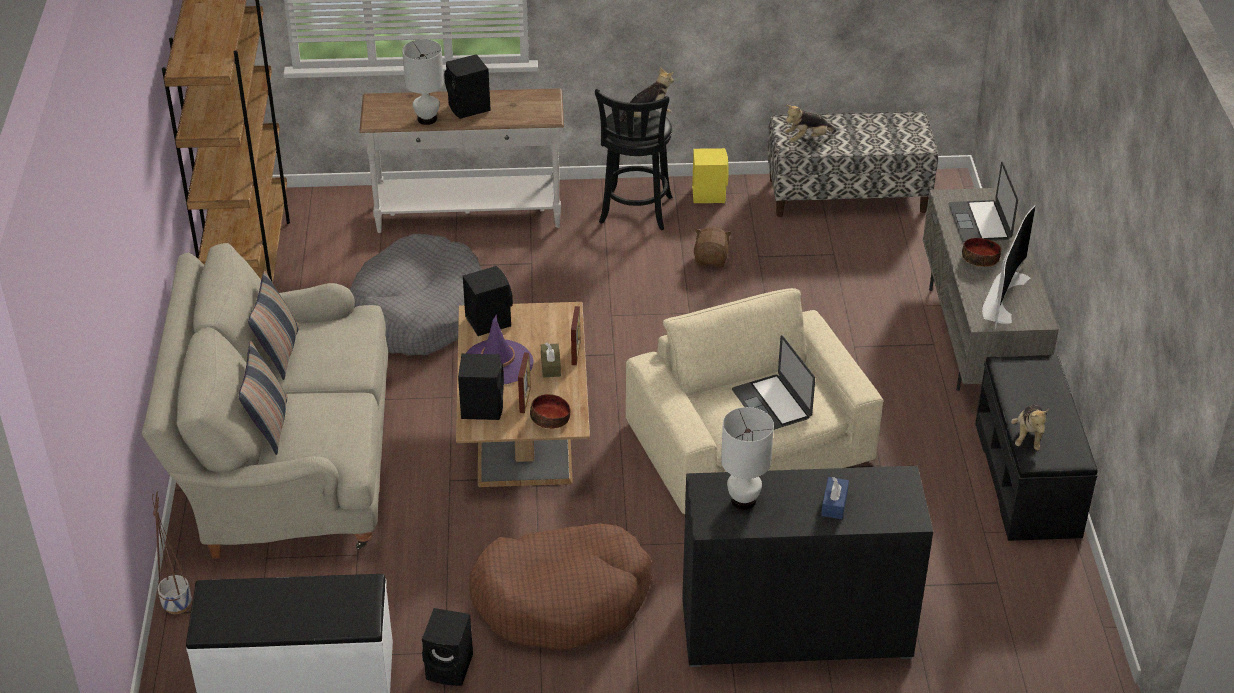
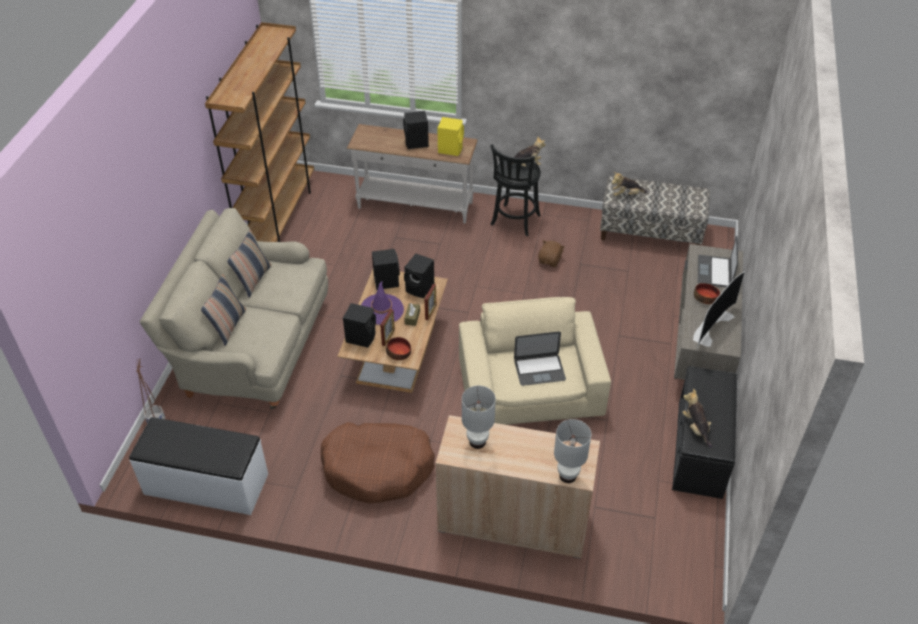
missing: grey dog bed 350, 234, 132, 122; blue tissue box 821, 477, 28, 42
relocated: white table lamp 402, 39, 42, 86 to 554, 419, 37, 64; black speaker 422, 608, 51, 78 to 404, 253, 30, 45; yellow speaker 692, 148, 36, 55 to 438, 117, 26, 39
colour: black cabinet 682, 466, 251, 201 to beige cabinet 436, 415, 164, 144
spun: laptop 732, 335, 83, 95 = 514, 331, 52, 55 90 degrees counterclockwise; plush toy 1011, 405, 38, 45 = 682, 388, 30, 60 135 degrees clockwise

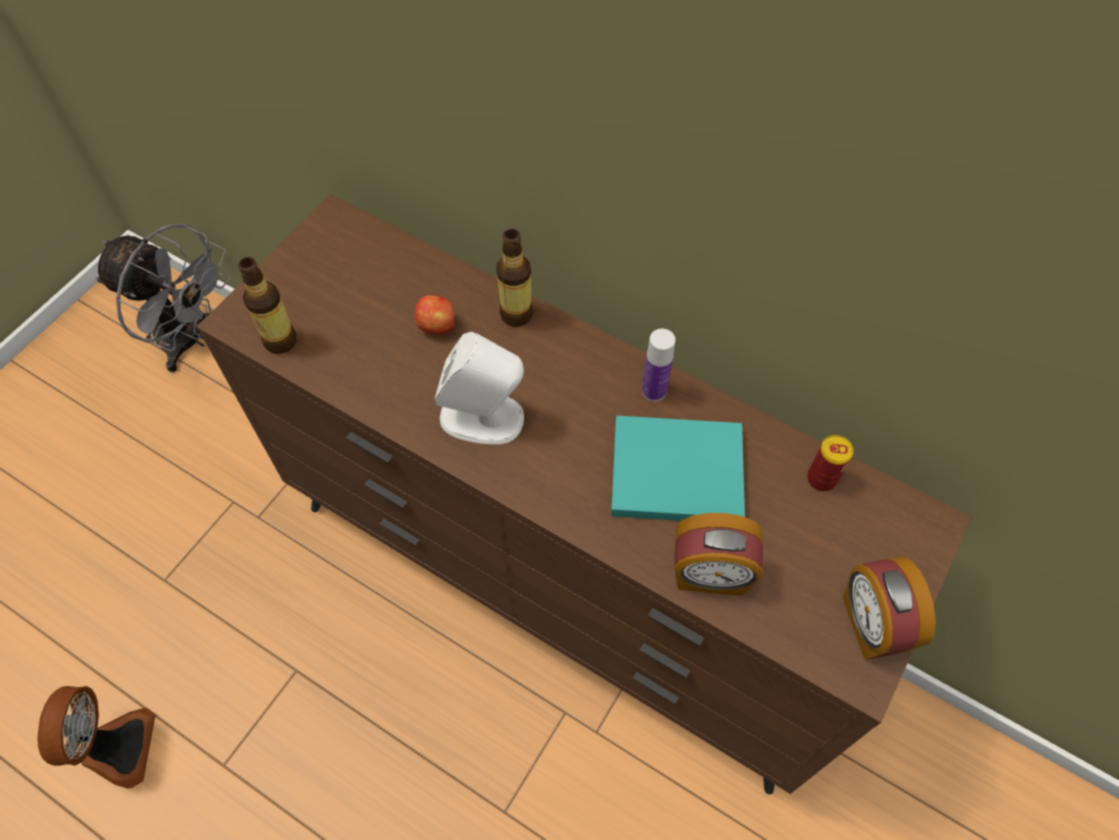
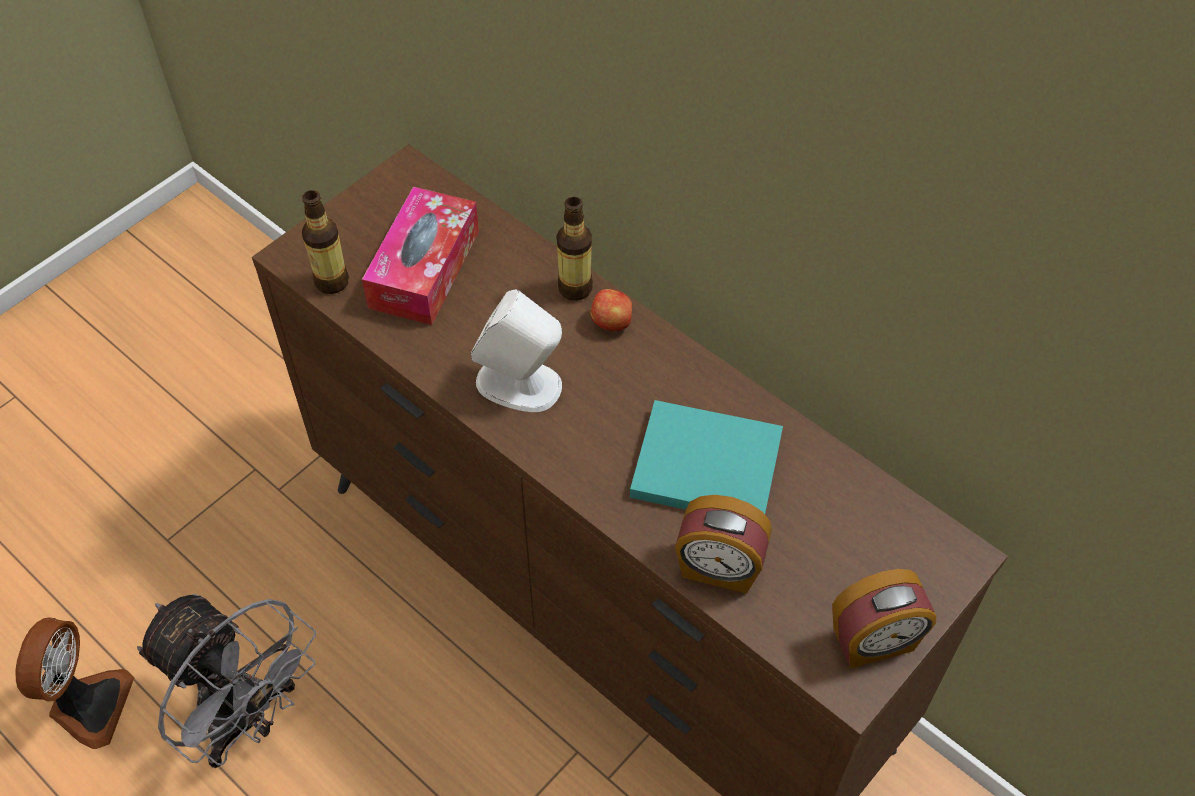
missing: bottle 642, 329, 33, 72; can 807, 435, 47, 56
appeared: tissue box 362, 187, 117, 138
relocated: grey fan 95, 224, 136, 148 to 137, 594, 179, 174; apple 415, 295, 39, 39 to 590, 289, 42, 42
spun: alarm clock 842, 556, 94, 104 = 832, 569, 104, 100 105 degrees counterclockwise

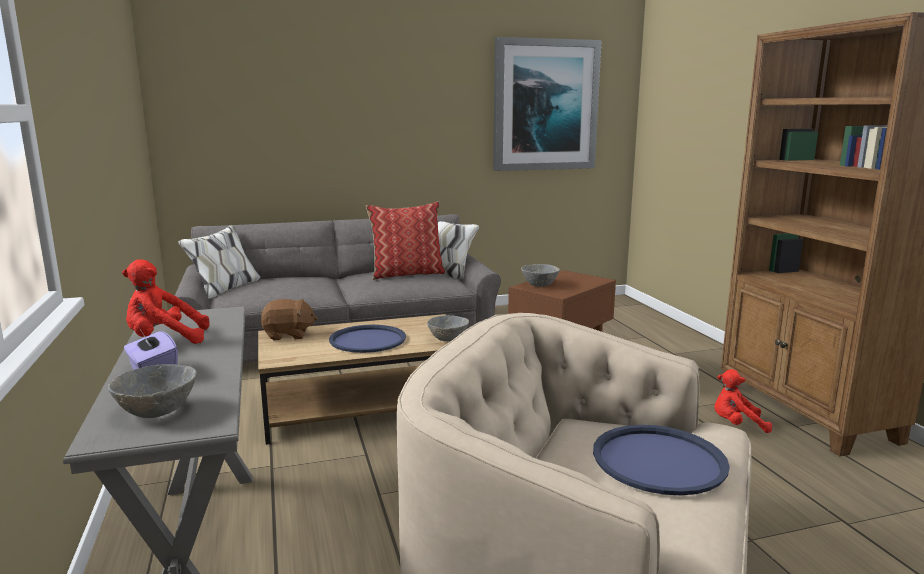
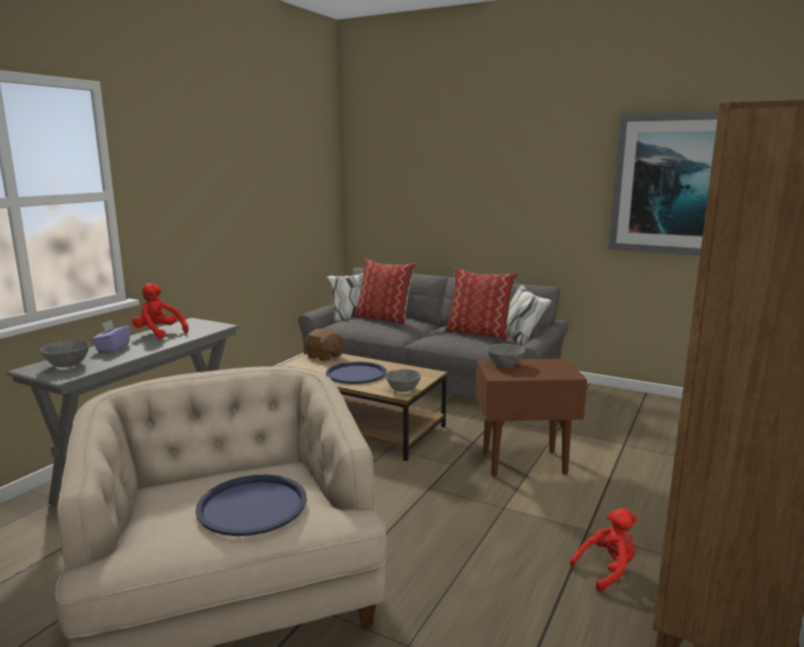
appeared: pillow 354, 258, 63, 67
spun: red plush toy 714, 369, 58, 64 = 570, 508, 68, 84 105 degrees clockwise

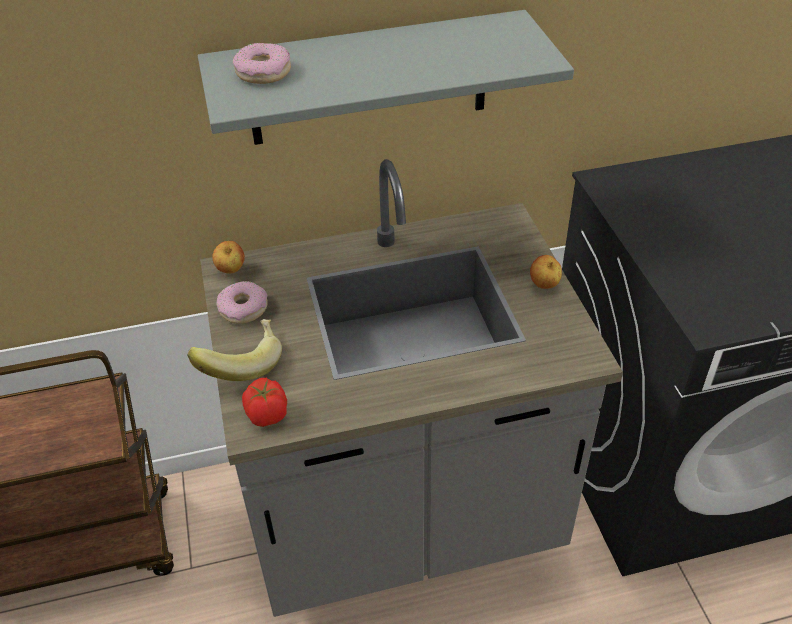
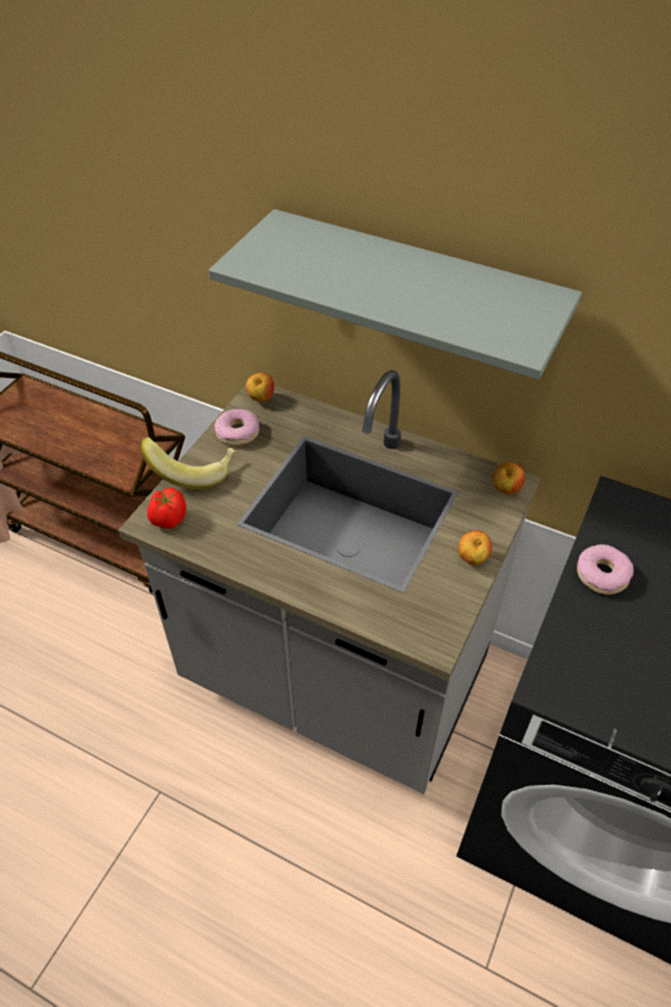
appeared: apple 493, 463, 32, 31
relocated: donut 233, 43, 58, 41 to 577, 544, 57, 51

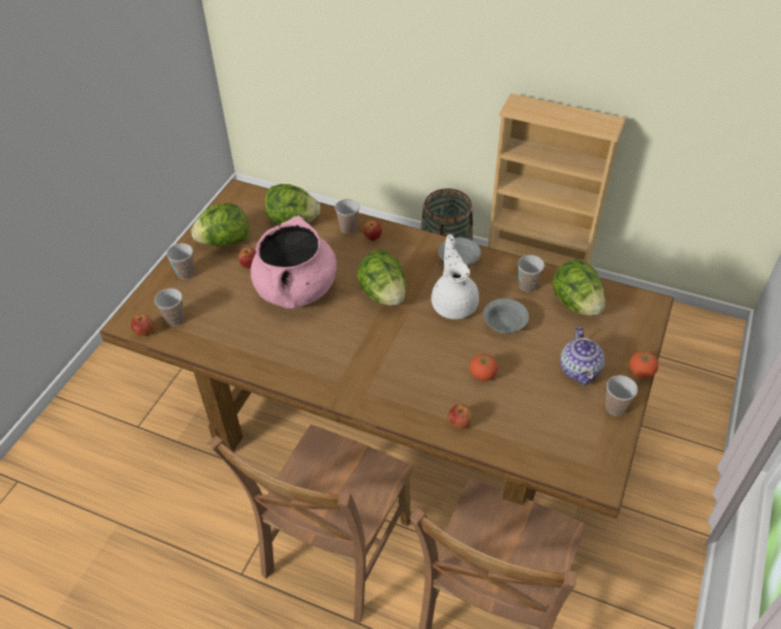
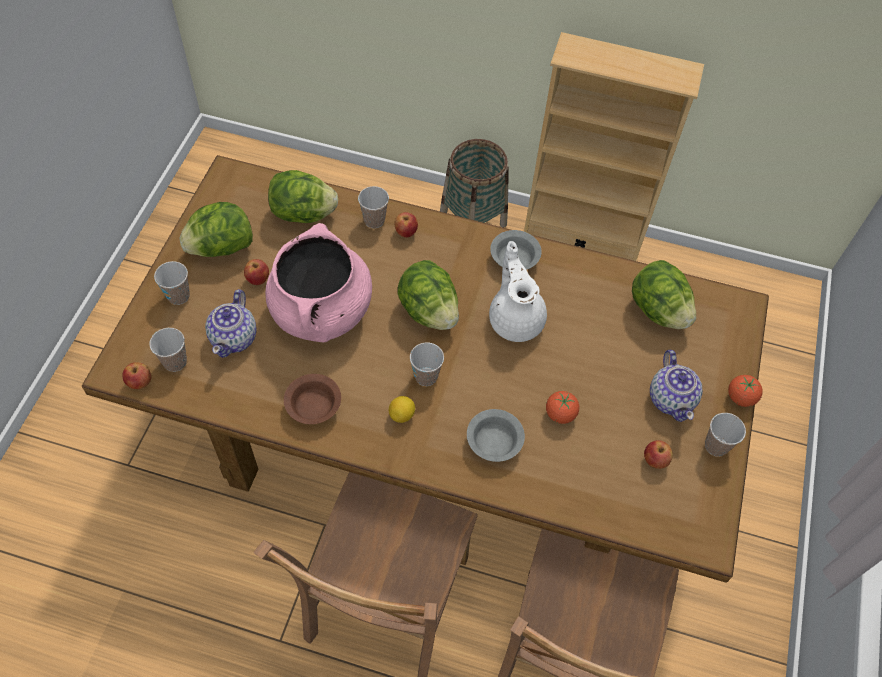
appeared: teapot 205, 289, 52, 69; brown bowl 284, 374, 57, 50; lemon 389, 396, 26, 27
relocated: apple 449, 404, 23, 25 to 644, 440, 29, 29; grey bowl 483, 298, 46, 36 to 467, 409, 58, 53; cup 518, 255, 27, 37 to 410, 342, 34, 44

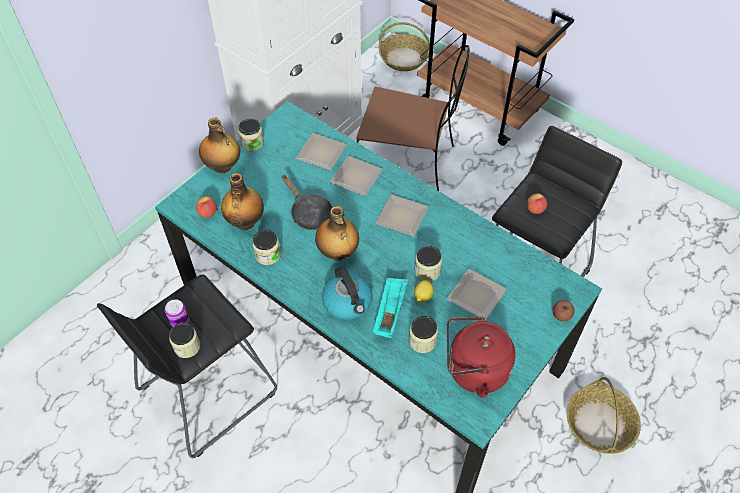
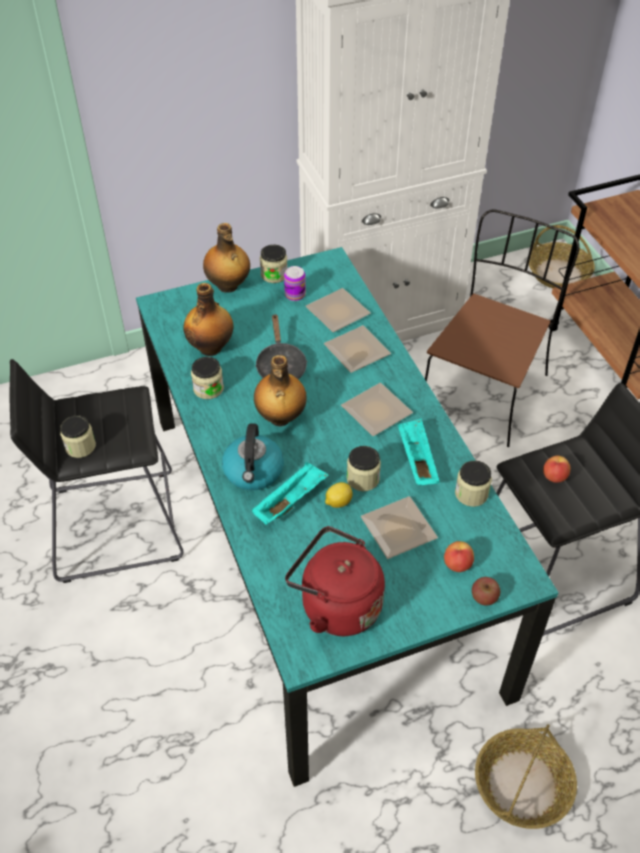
appeared: turquoise tray 398, 418, 41, 67
relocated: can 165, 299, 24, 28 to 284, 266, 22, 35; apple 196, 196, 21, 22 to 444, 541, 30, 31; jar 409, 316, 29, 37 to 455, 460, 37, 47
spun: brown chair 356, 45, 113, 146 = 425, 209, 155, 238 105 degrees counterclockwise

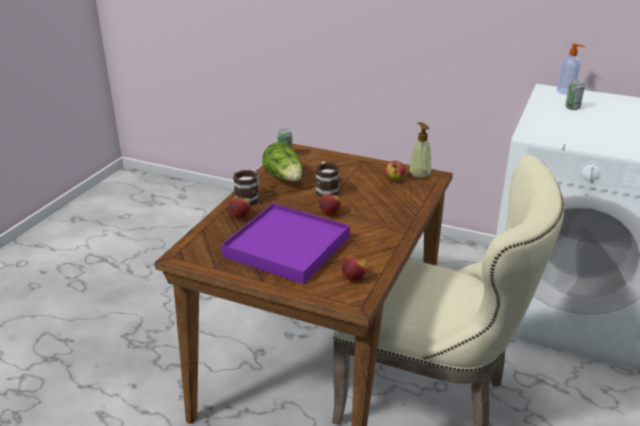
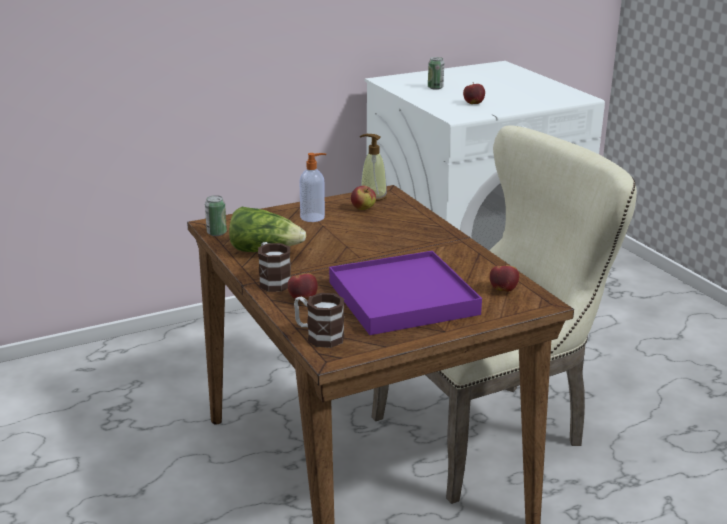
relocated: mug 315, 162, 25, 36 to 294, 293, 50, 55; apple 319, 192, 22, 23 to 463, 82, 22, 22; soap dispenser 557, 43, 29, 52 to 299, 153, 27, 69

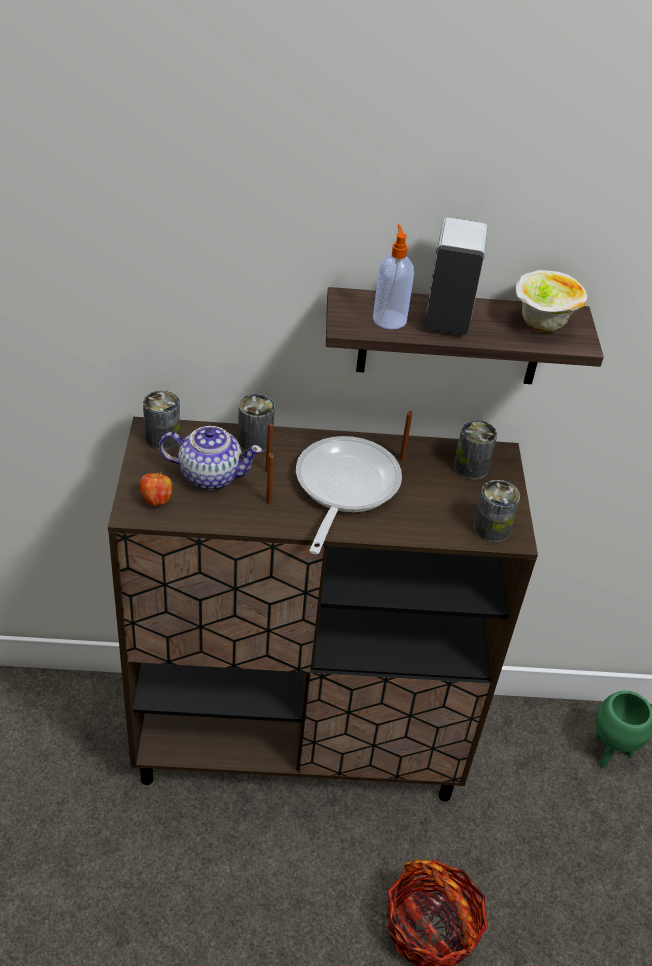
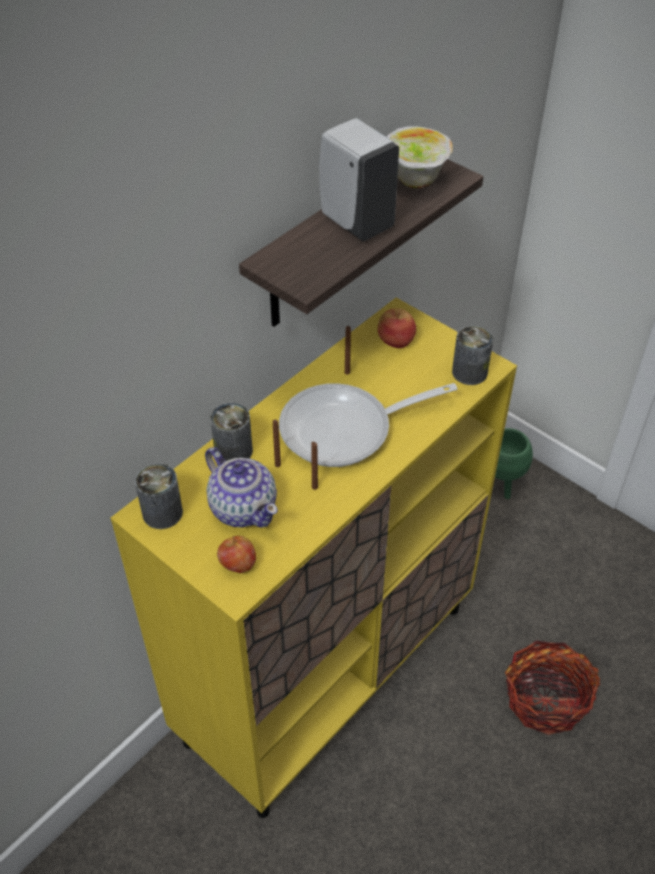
missing: soap dispenser 373, 224, 41, 105
exchanged: can 454, 420, 43, 59 to apple 378, 308, 38, 40
colour: brown cabinet 108, 417, 430, 384 to yellow cabinet 111, 297, 406, 521
spun: teapot 159, 426, 103, 64 = 205, 447, 73, 81 90 degrees clockwise; frying pan 296, 436, 106, 118 = 279, 383, 179, 84 75 degrees counterclockwise

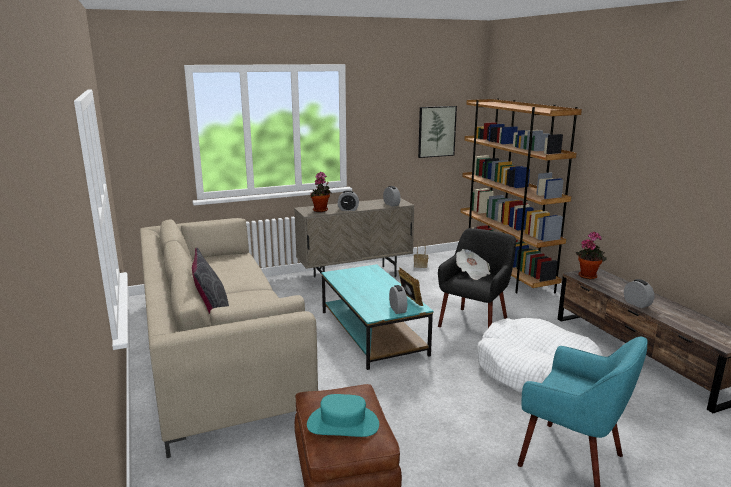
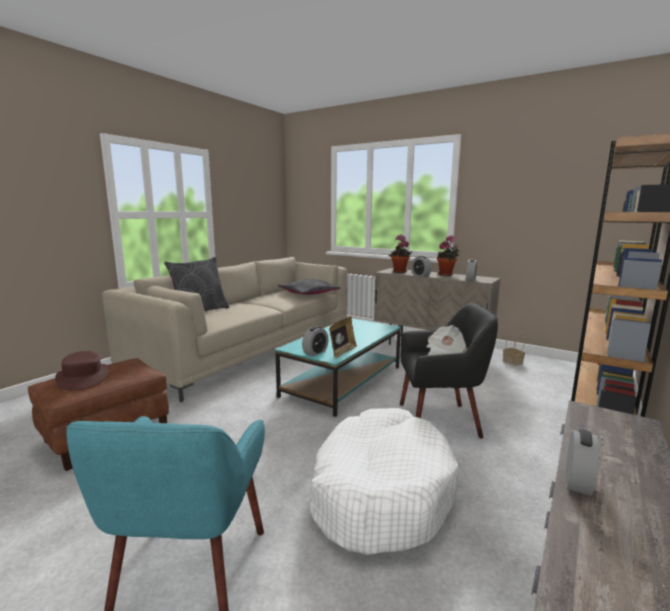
missing: picture 418, 106, 39, 52
appeared: grey pillow 278, 279, 62, 16
relocated: potted plant 576, 231, 31, 48 to 437, 235, 23, 41
colour: turquoise hat 307, 394, 72, 43 to brown hat 55, 351, 54, 40

